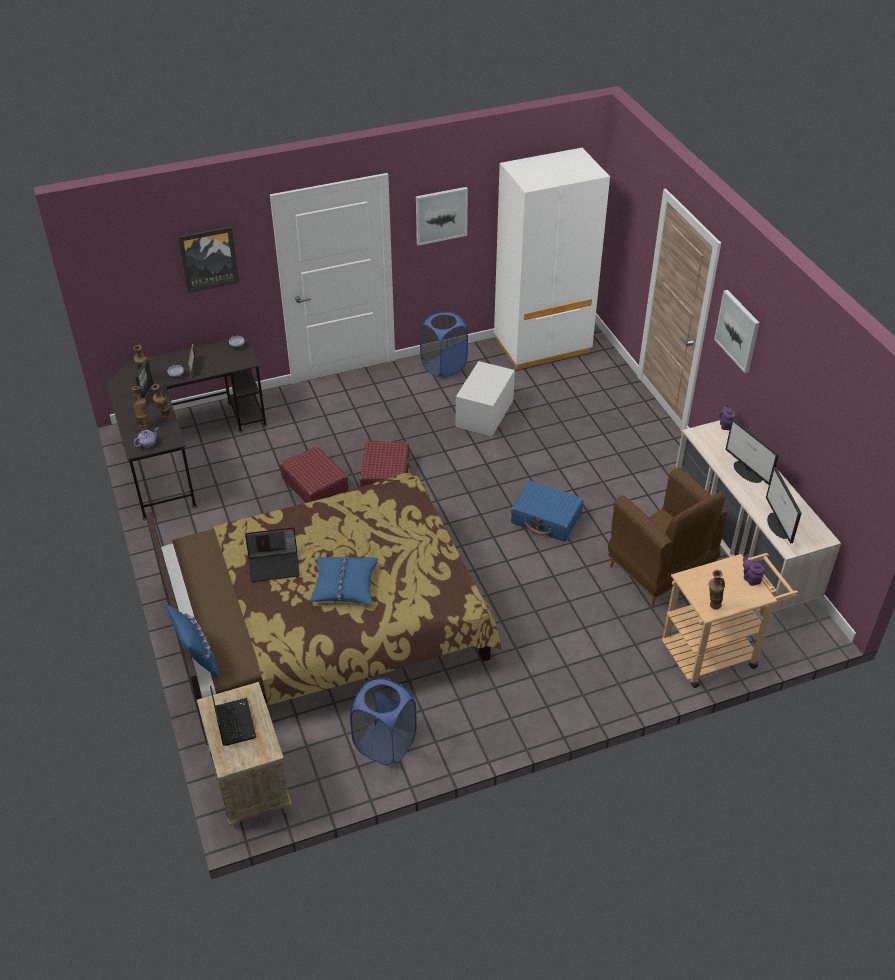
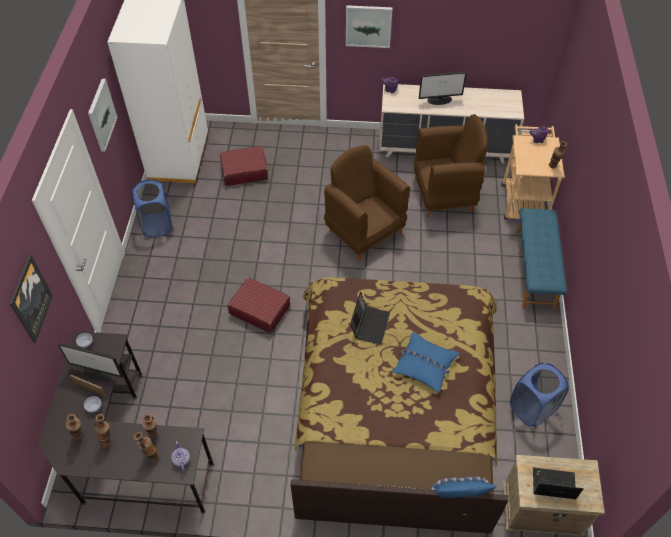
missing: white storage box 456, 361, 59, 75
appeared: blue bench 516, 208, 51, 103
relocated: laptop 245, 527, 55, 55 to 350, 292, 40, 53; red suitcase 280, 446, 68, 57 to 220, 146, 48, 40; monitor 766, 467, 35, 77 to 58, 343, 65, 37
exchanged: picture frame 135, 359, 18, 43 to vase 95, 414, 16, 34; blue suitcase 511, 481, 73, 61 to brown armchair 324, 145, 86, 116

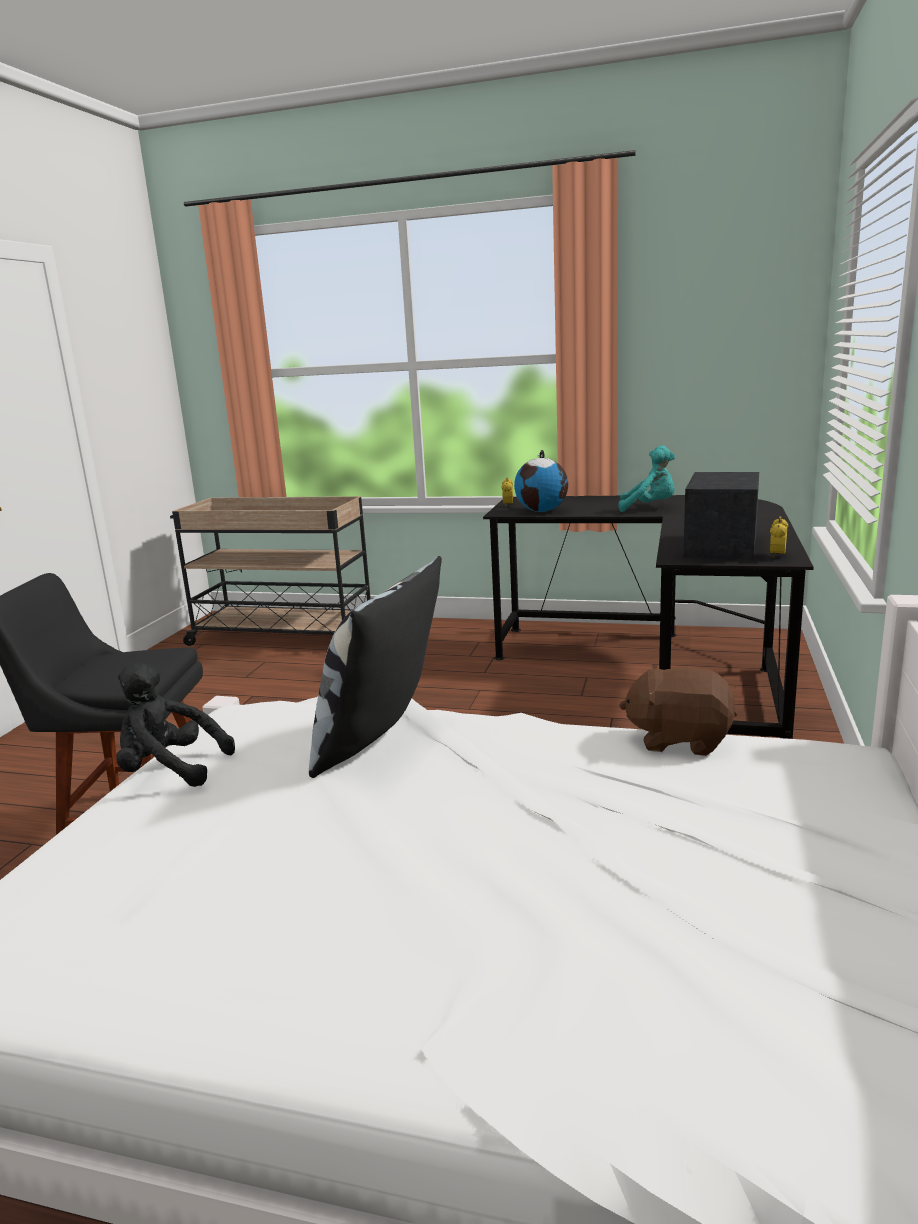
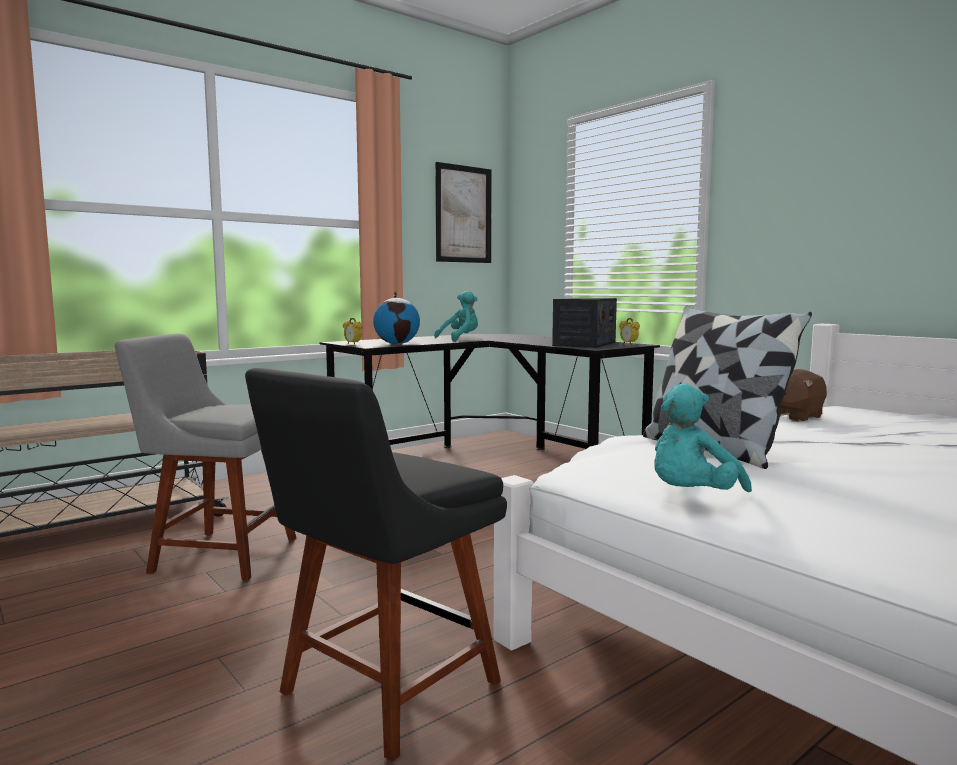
appeared: grey chair 115, 333, 182, 248; picture 435, 162, 57, 101
colour: black plush toy 116, 662, 119, 125 to turquoise plush toy 654, 384, 98, 108
spun: radio 683, 472, 76, 88 = 552, 298, 65, 50 120 degrees counterclockwise

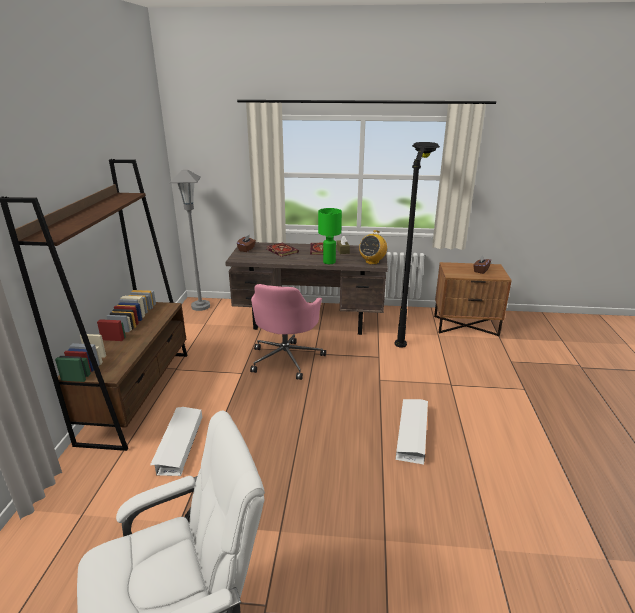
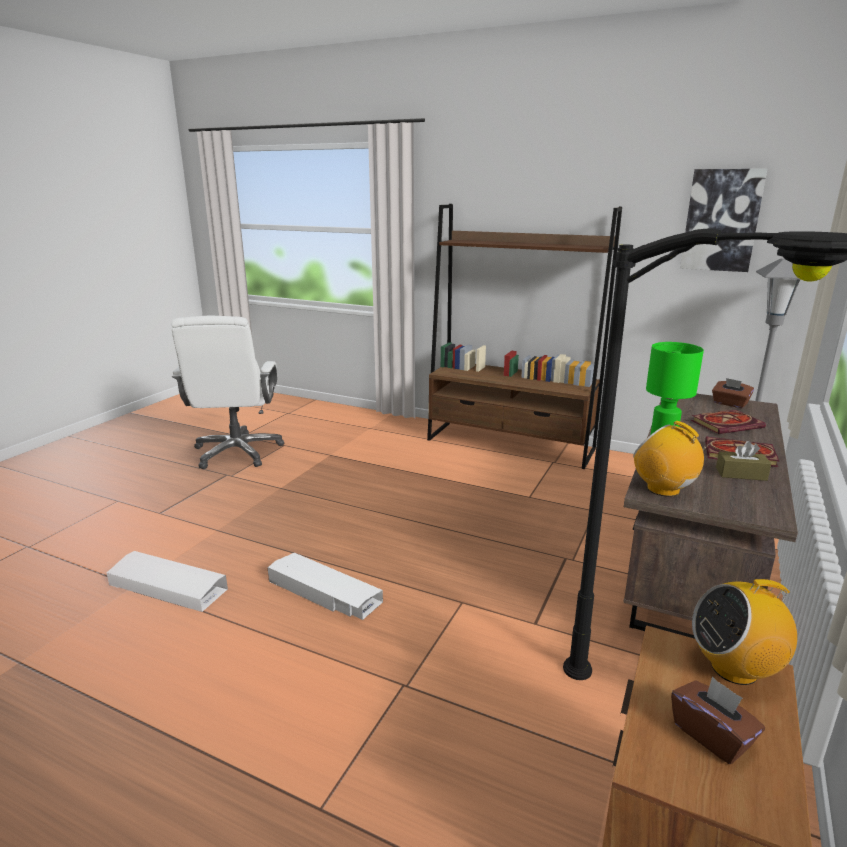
missing: pink office chair 250, 284, 76, 96
appeared: picture 680, 169, 87, 103; radio 692, 579, 105, 106
relocated: white storage box 150, 407, 52, 69 to 107, 551, 121, 61

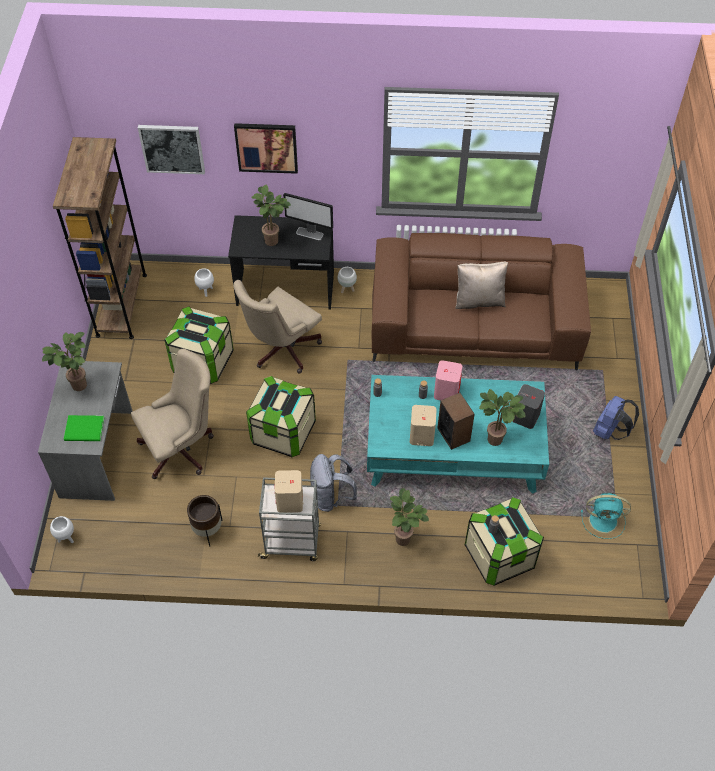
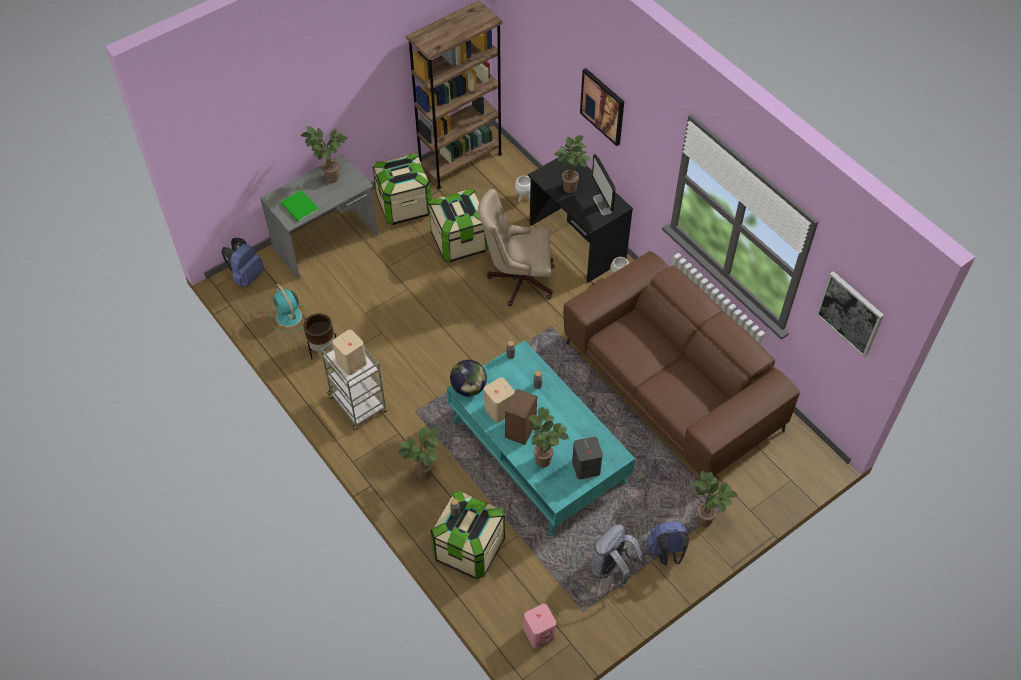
missing: beige office chair 131, 349, 83, 130; beige pillow 455, 262, 53, 47
appeared: globe 450, 360, 37, 36; potted plant 693, 471, 45, 56
relocated: picture 138, 125, 67, 49 to 816, 271, 68, 86; storage box 246, 376, 70, 81 to 373, 153, 58, 72; grey backpack 310, 454, 47, 58 to 591, 524, 53, 64; pink speaker 434, 360, 28, 40 to 524, 604, 32, 45; turquoise fan 581, 492, 50, 47 to 270, 284, 40, 49
exchanged: white planter 50, 516, 24, 27 to blue backpack 222, 238, 42, 49

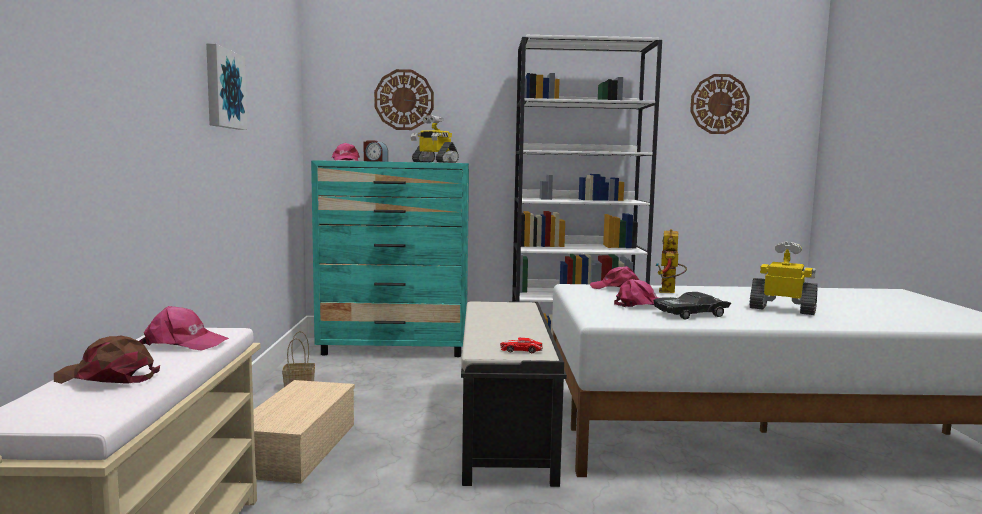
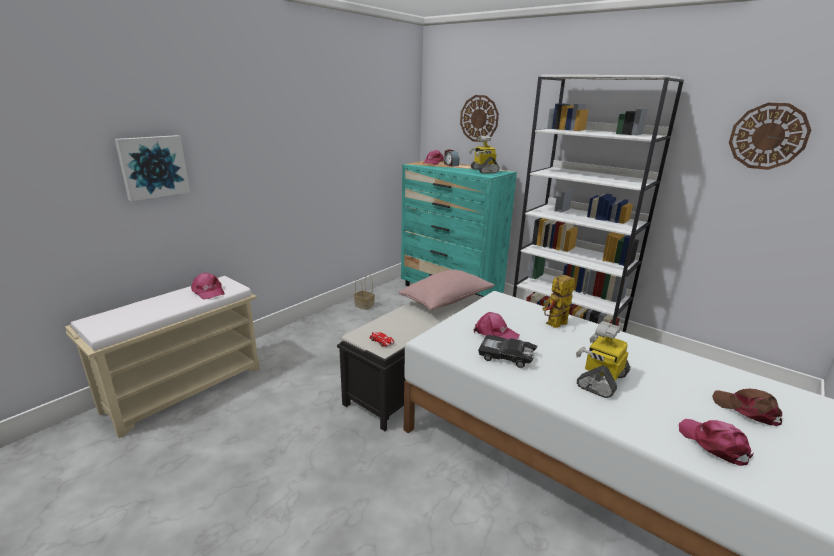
missing: beige storage box 253, 380, 102, 104
appeared: pink pillow 399, 270, 96, 40
relocated: brown cap 54, 335, 106, 49 to 712, 389, 70, 37; picture 206, 43, 41, 87 to 115, 135, 75, 66; pink cap 590, 266, 49, 23 to 679, 419, 75, 47
spun: toy robot 750, 241, 68, 74 = 576, 321, 54, 77 120 degrees counterclockwise

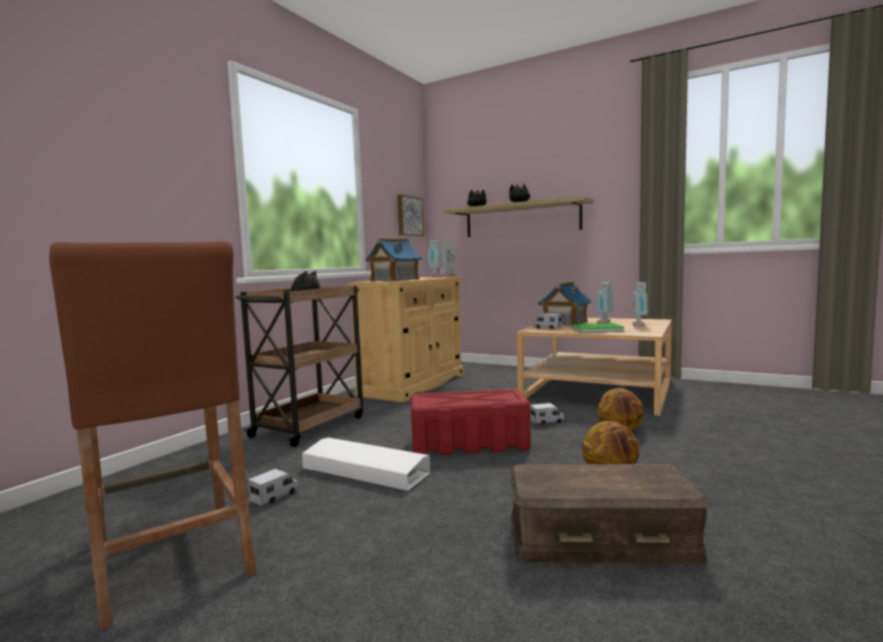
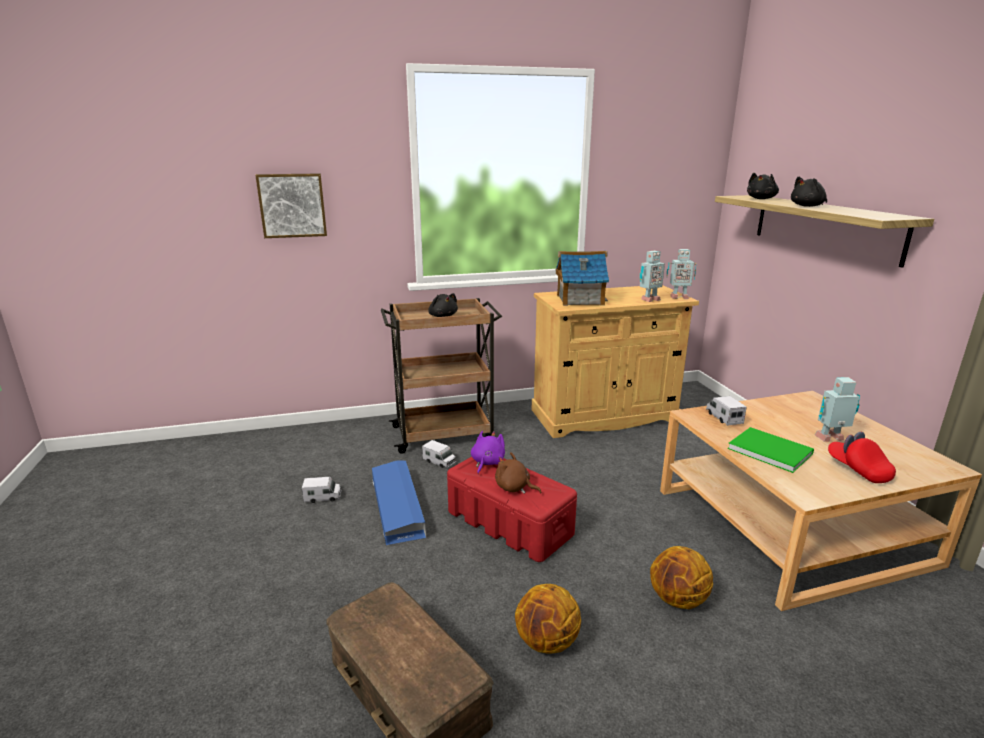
missing: brown stool 49, 241, 208, 390; toy house 538, 282, 54, 43
appeared: purple plush toy 471, 431, 34, 43; brown plush toy 495, 452, 47, 42
relocated: picture 397, 194, 27, 42 to 255, 173, 72, 65; toy truck 530, 403, 35, 22 to 422, 440, 34, 28
exchanged: toy robot 632, 282, 18, 45 to red cap 828, 432, 68, 51
colour: white storage box 302, 438, 128, 53 to blue storage box 372, 461, 54, 84

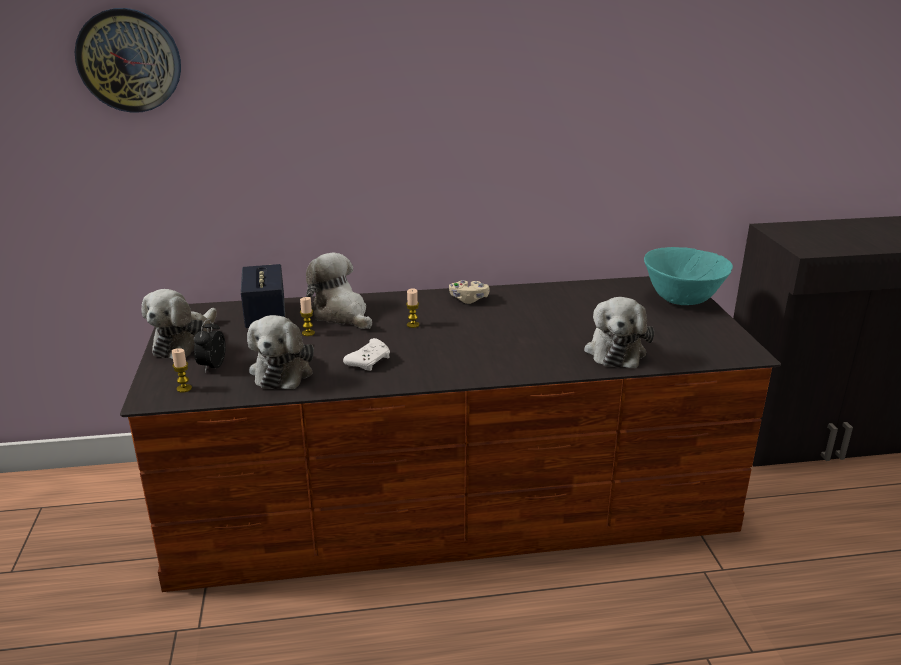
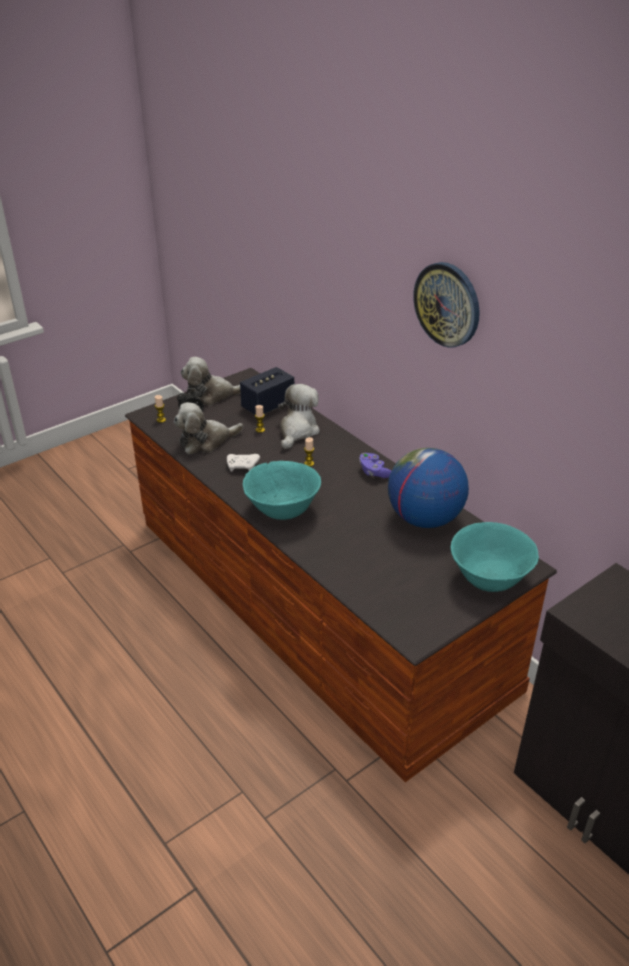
missing: plush toy 584, 297, 70, 71
appeared: turquoise bowl 243, 461, 78, 59; globe 388, 448, 81, 80
relocated: wall clock 75, 8, 106, 105 to 413, 262, 67, 86
colour: beige game controller 449, 280, 41, 24 to purple game controller 359, 453, 32, 25

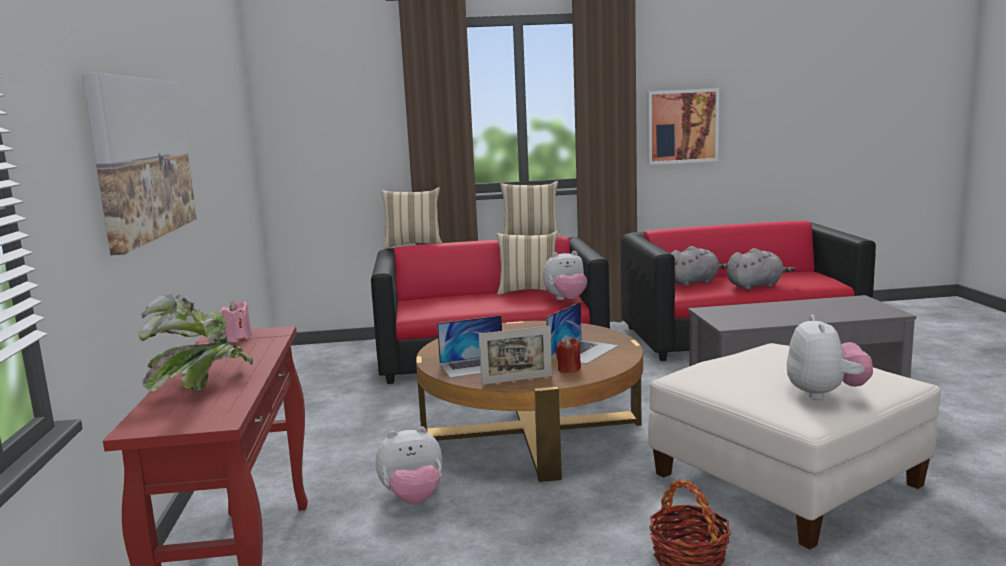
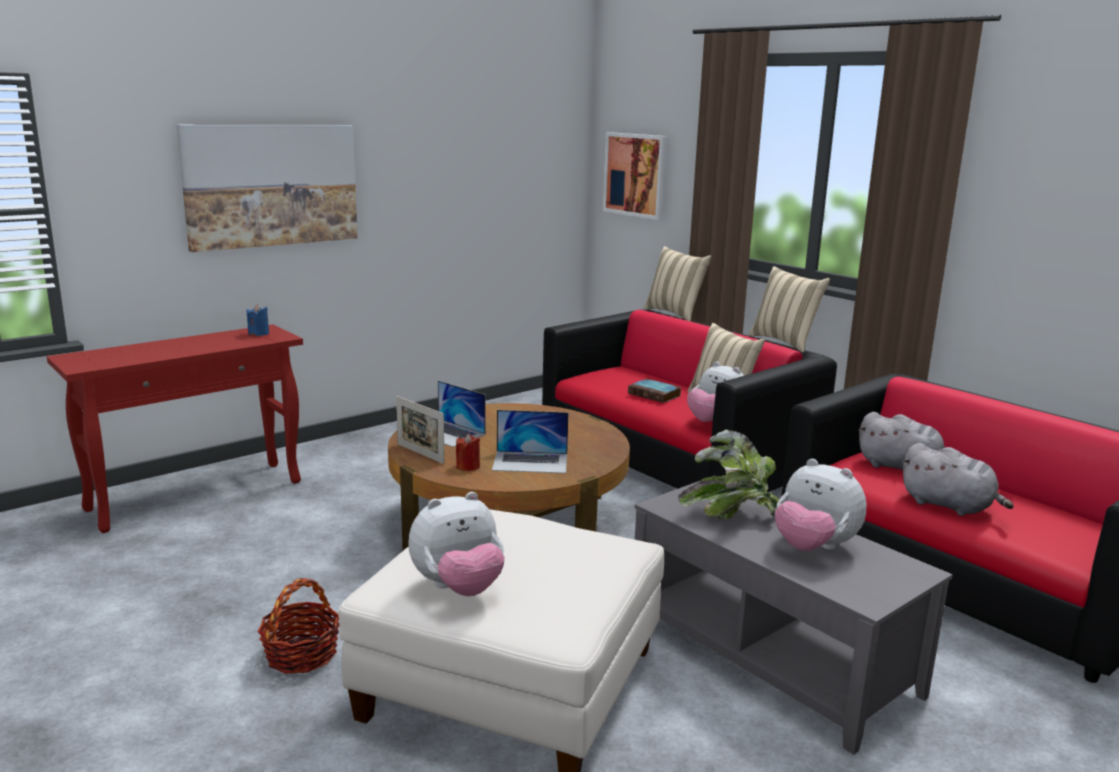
appeared: book 628, 378, 53, 25
relocated: potted plant 139, 294, 114, 98 to 678, 429, 101, 90; plush toy 376, 427, 66, 77 to 775, 459, 92, 92; picture 647, 88, 72, 77 to 603, 132, 64, 88
colour: pink candle 220, 301, 32, 41 to blue candle 247, 304, 22, 32

